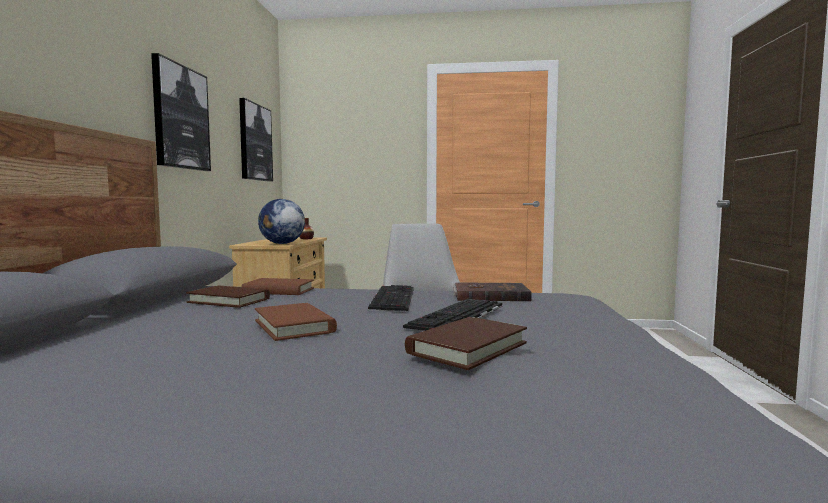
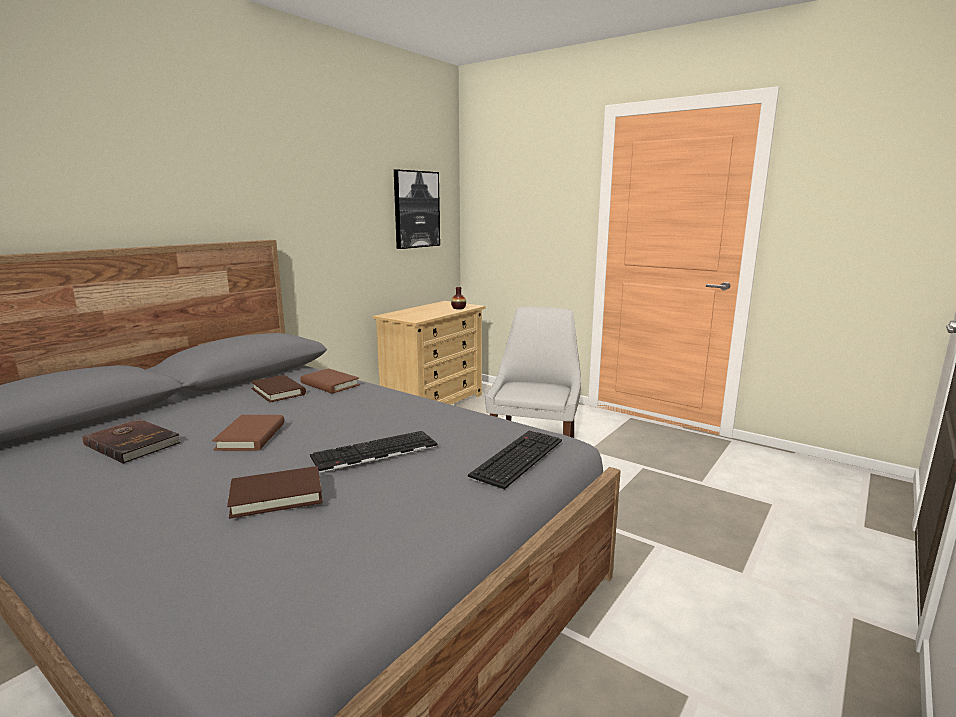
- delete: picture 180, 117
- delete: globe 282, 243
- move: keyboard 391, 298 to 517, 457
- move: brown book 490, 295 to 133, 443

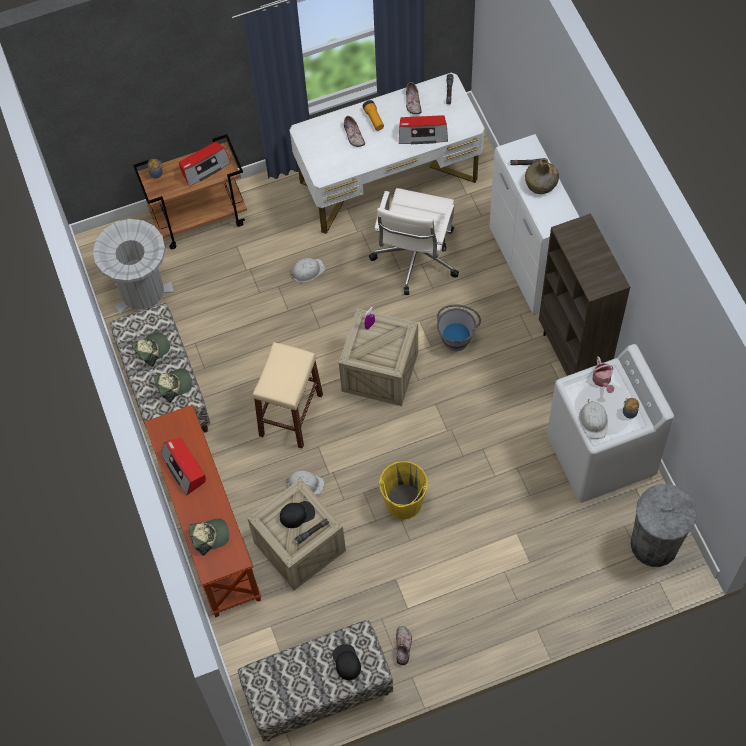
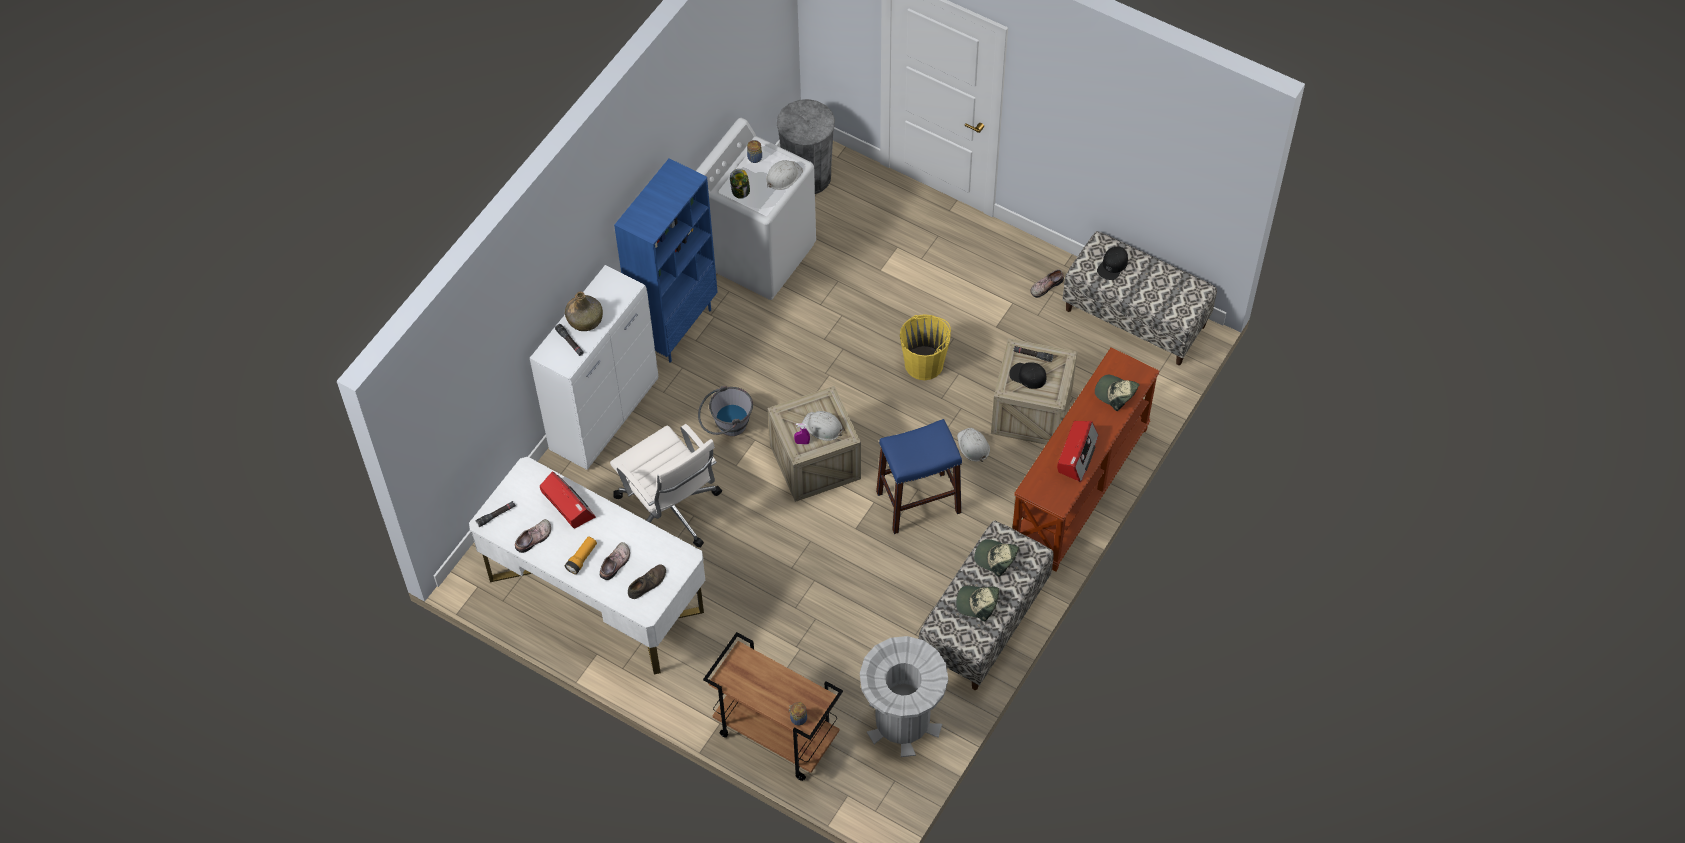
- delete: radio 204, 167
- insert: brown shoe 647, 583
- move: white hard hat 307, 271 to 822, 427
- replace: watering can 602, 381 to jar 740, 191
- recolor: beige stool 291, 415 to blue stool 918, 502
- recolor: brown bookcase 573, 356 to blue bookcase 675, 327
- rotate: white office chair 415, 258 = 670, 512 75 degrees clockwise

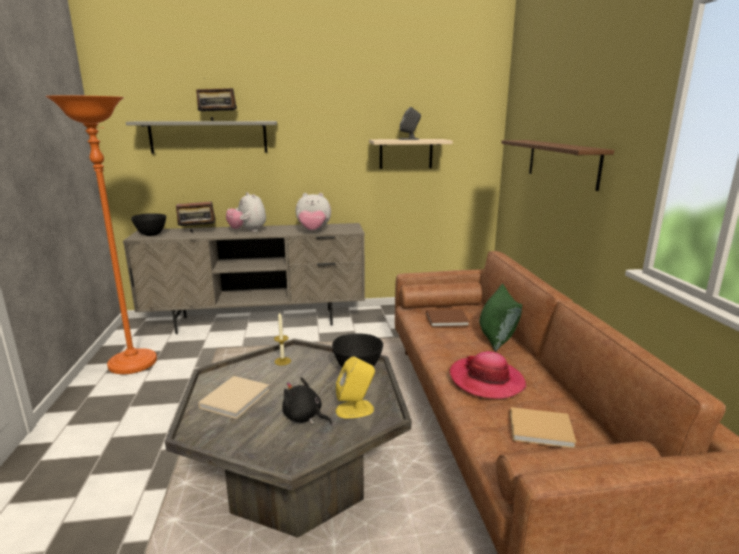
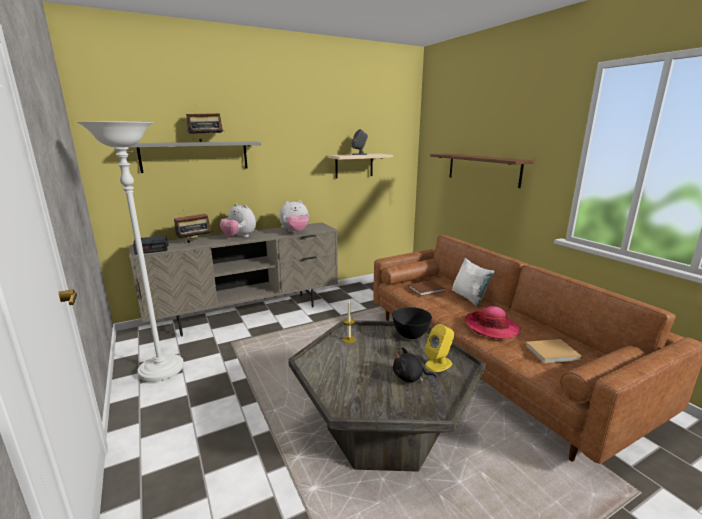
- delete: beige book 236, 398
- replace: black bowl 151, 235 to alarm clock 152, 248
- recolor: orange floor lamp 133, 364 to white floor lamp 161, 370
- recolor: green pillow 496, 338 to white pillow 469, 297

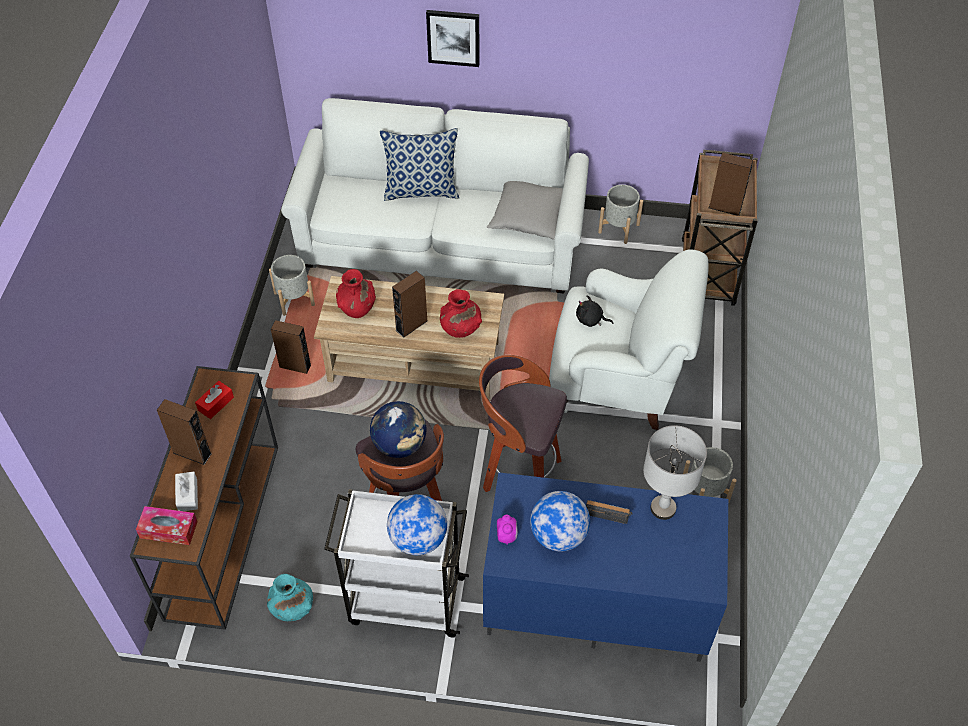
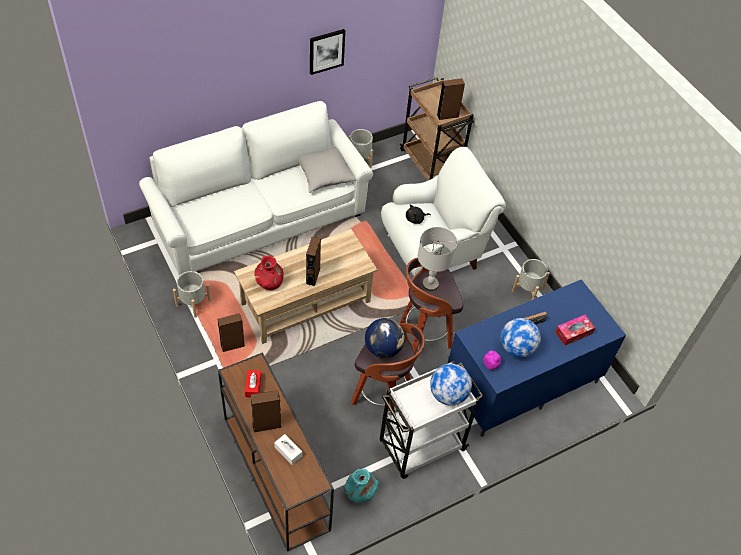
- delete: pillow 421, 191
- delete: red vase 460, 328
- move: tissue box 168, 529 to 573, 333
- move: picture 453, 37 to 326, 51
- move: grey table lamp 663, 508 to 430, 284

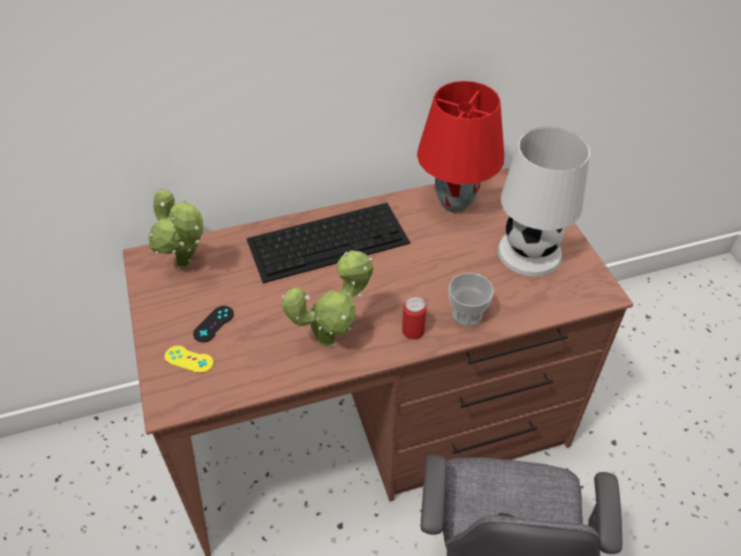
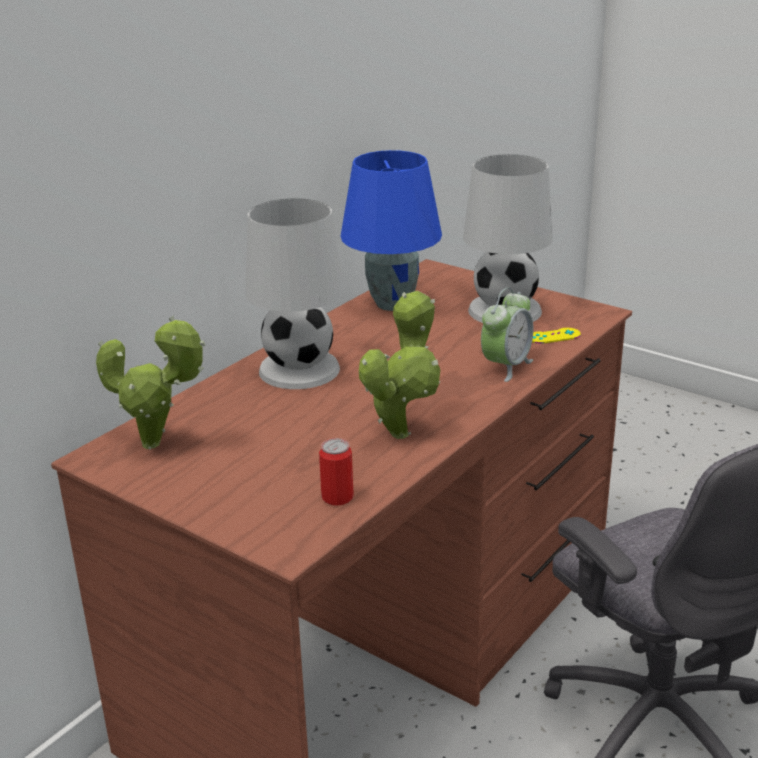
- delete: black game controller 213, 324
- move: yellow game controller 189, 359 to 554, 336
- move: can 413, 331 to 337, 497
- replace: keyboard 329, 240 to white table lamp 299, 369
- replace: cup 467, 314 to alarm clock 506, 366
- recolor: red table lamp 455, 203 to blue table lamp 392, 303

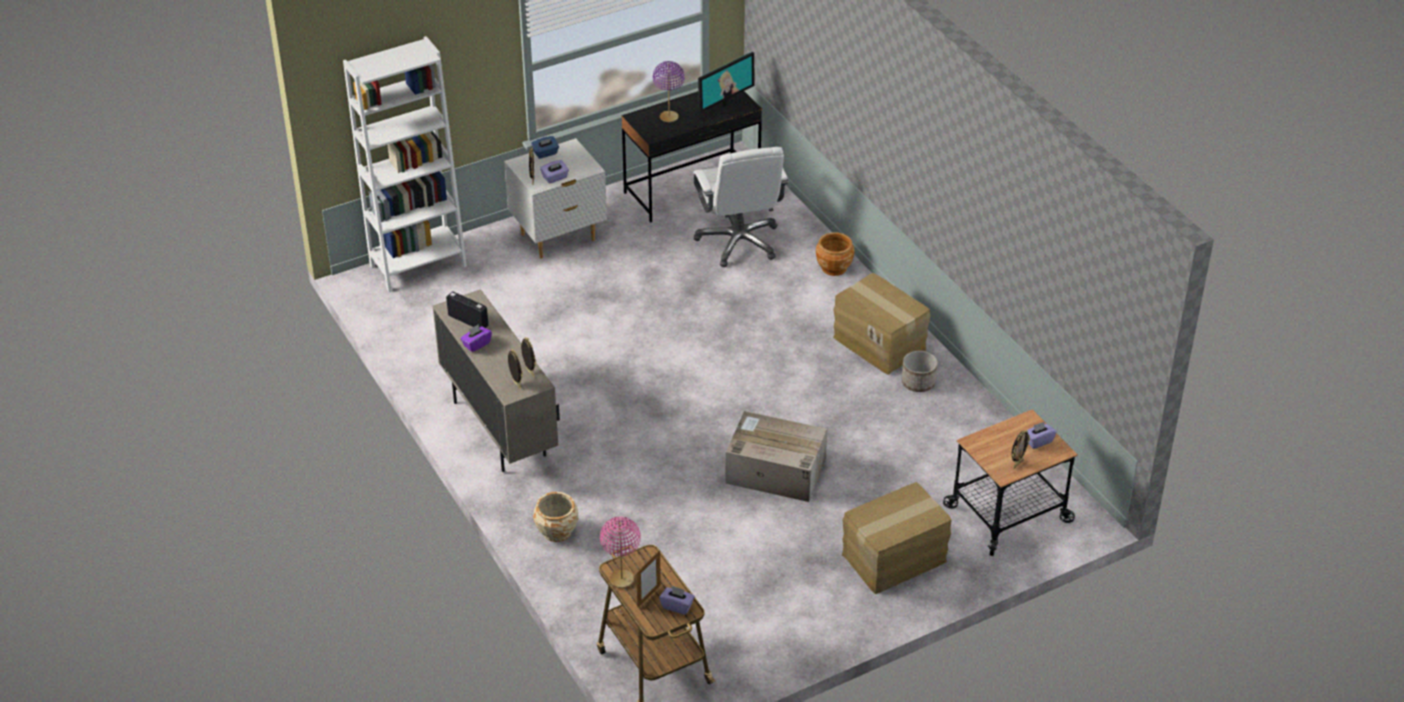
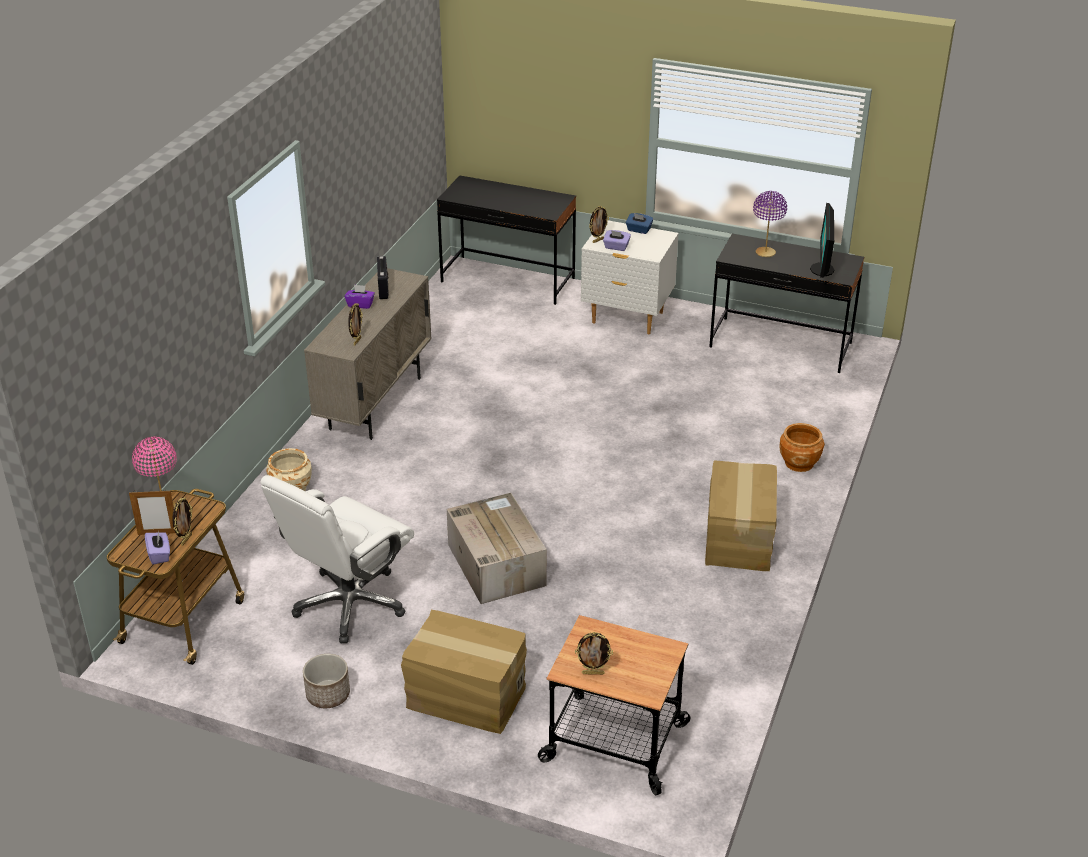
- delete: purple tissue box 1038, 441
- move: picture frame 516, 384 to 186, 539
- move: white office chair 739, 242 to 349, 604
- move: planter 918, 383 to 328, 695
- replace: white bookcase 418, 266 to black desk 508, 280
- rotate: monitor 725, 107 = 822, 269 90 degrees clockwise

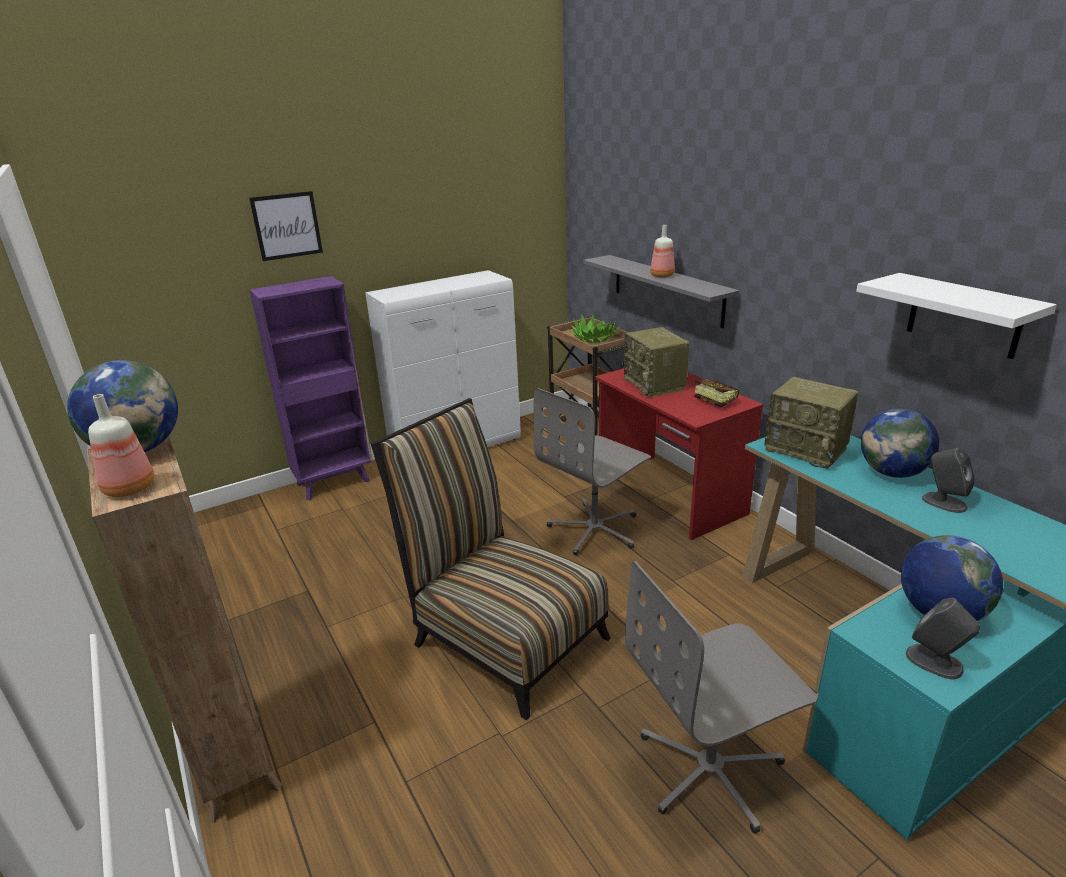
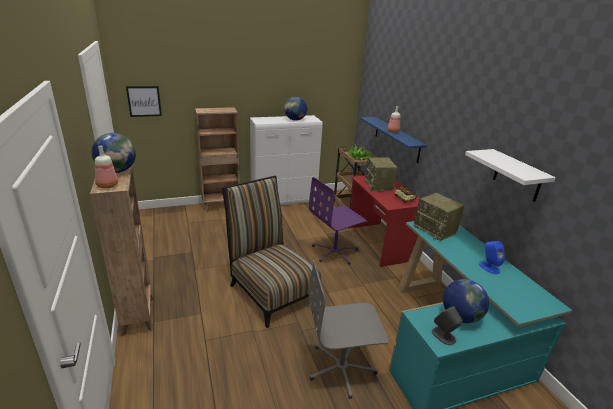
- move: picture 287, 226 to 144, 101
- move: globe 892, 473 to 295, 120
- recolor: purple bookcase 335, 482 to brown bookcase 221, 206
- recolor: grey office chair 595, 529 to purple office chair 335, 252
- recolor: grey shelf 666, 289 to blue shelf 396, 139
- recolor: grey speaker 943, 502 to blue speaker 489, 267

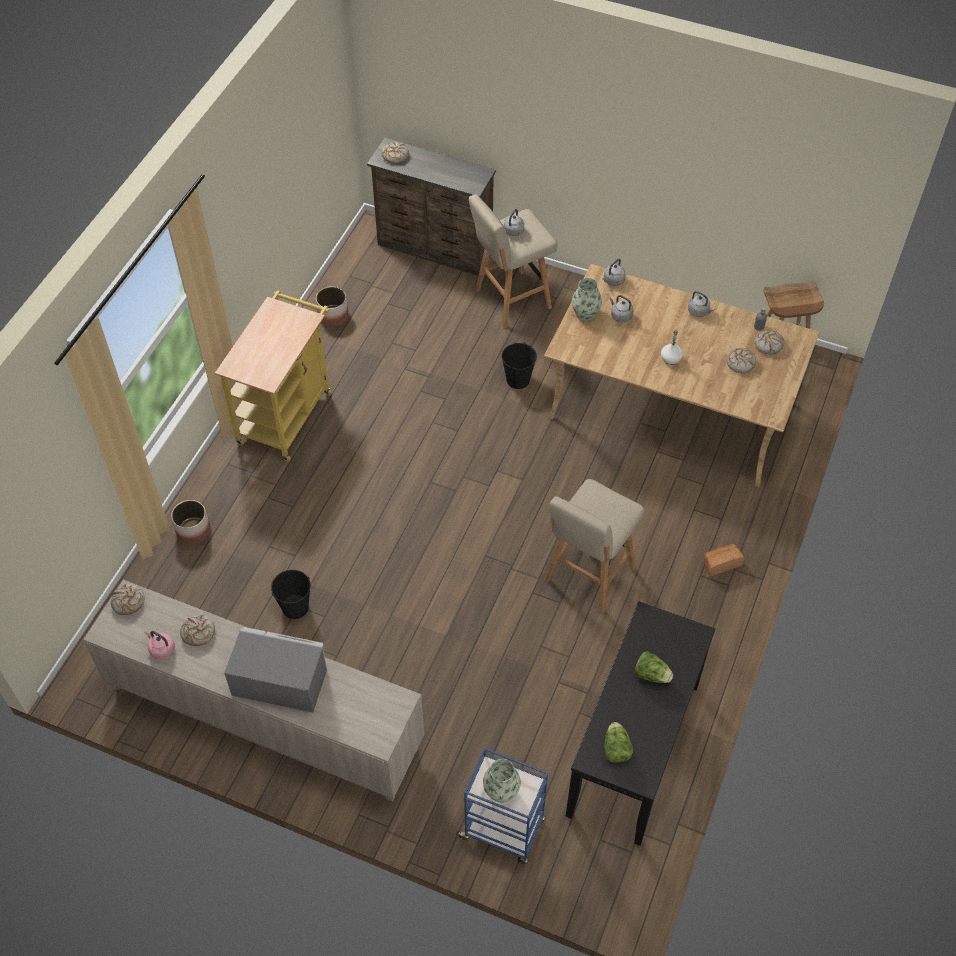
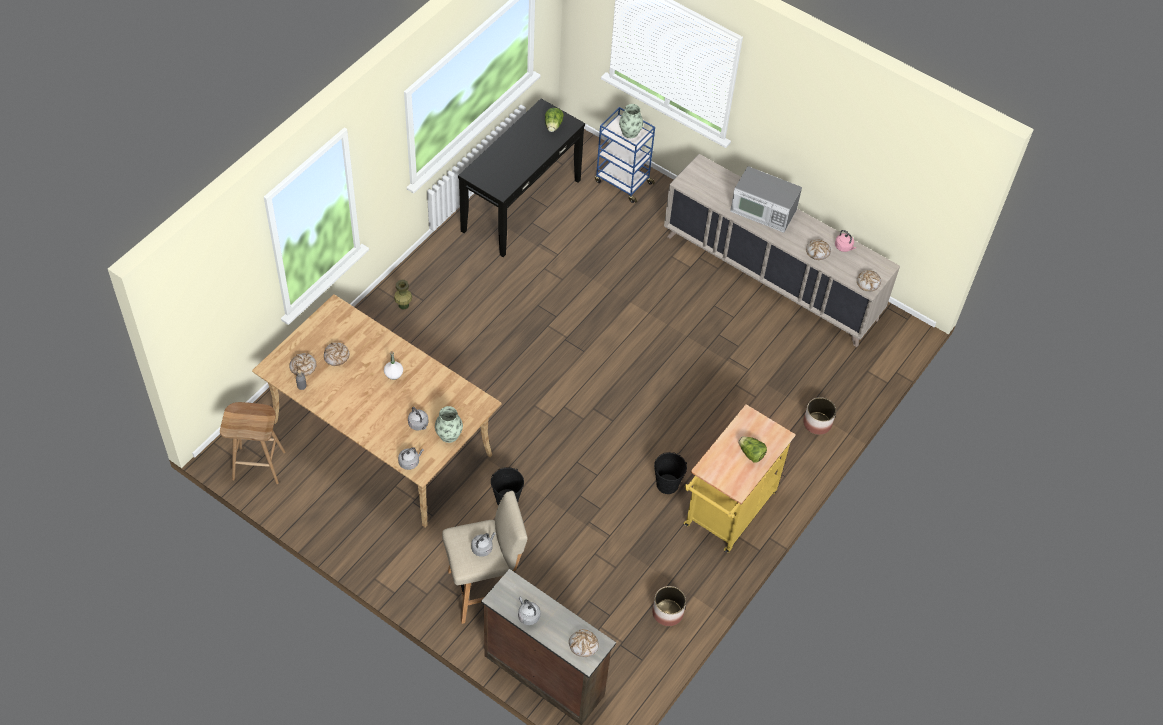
- delete: beige stool 588, 576
- move: black bucket 295, 607 to 667, 484
- move: lettuce 651, 674 to 751, 454
- move: grey kettle 699, 312 to 528, 615
- replace: bread 720, 563 to green vase 403, 305

